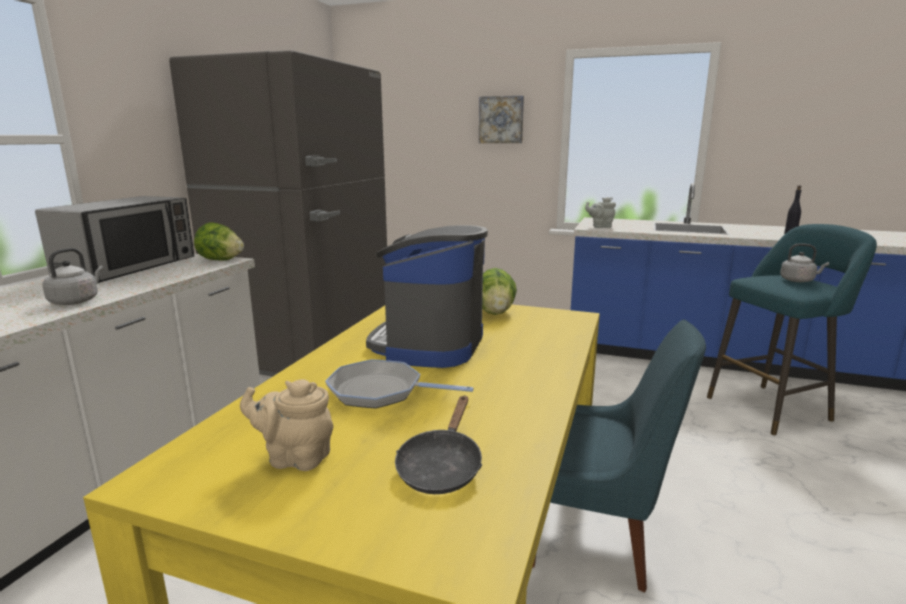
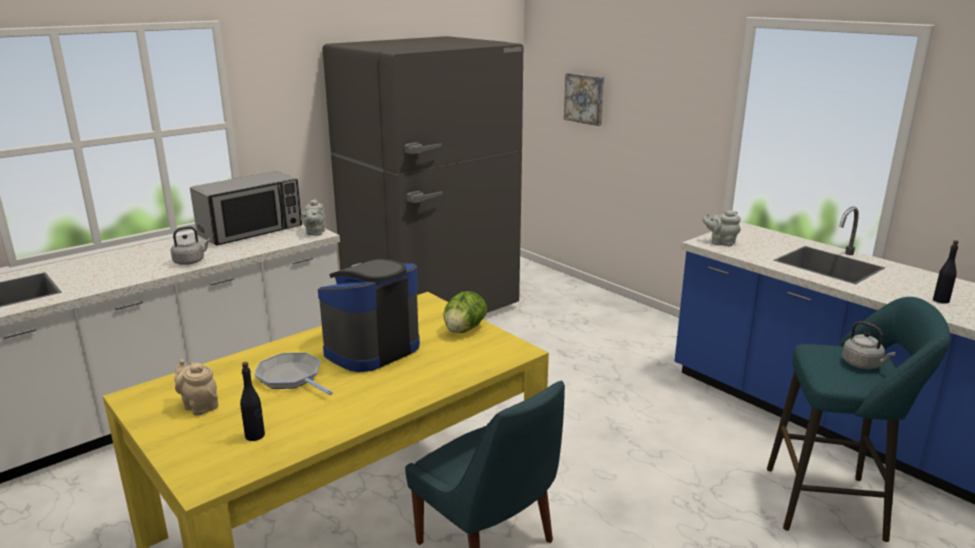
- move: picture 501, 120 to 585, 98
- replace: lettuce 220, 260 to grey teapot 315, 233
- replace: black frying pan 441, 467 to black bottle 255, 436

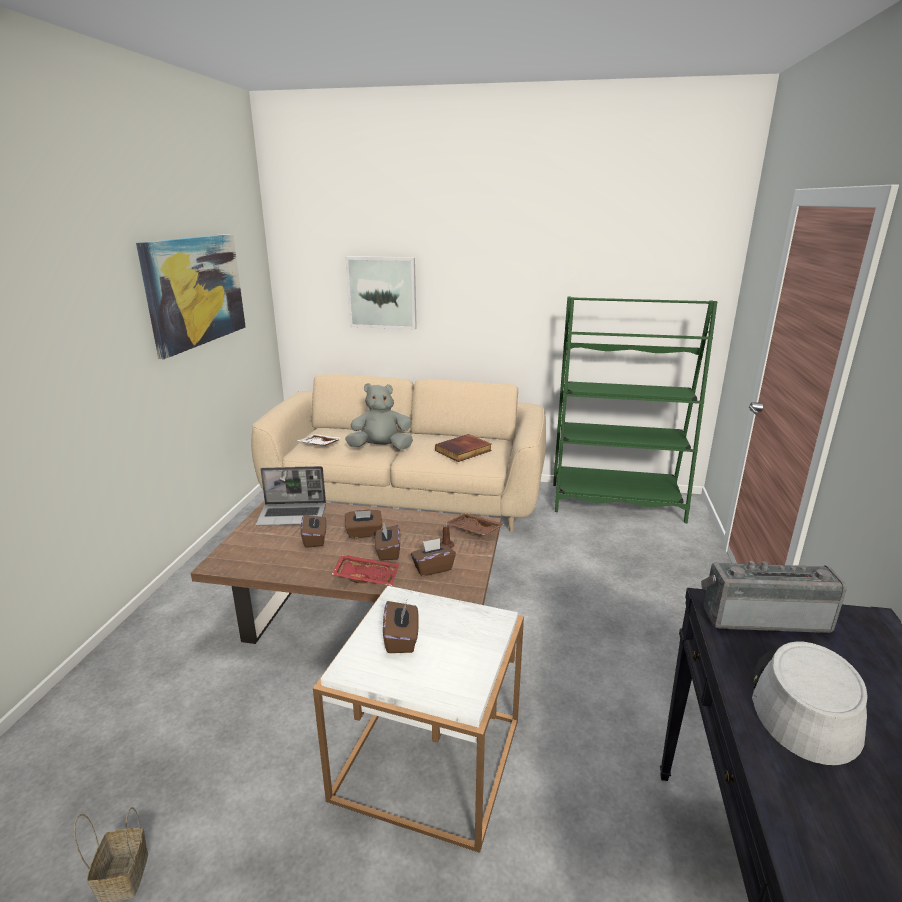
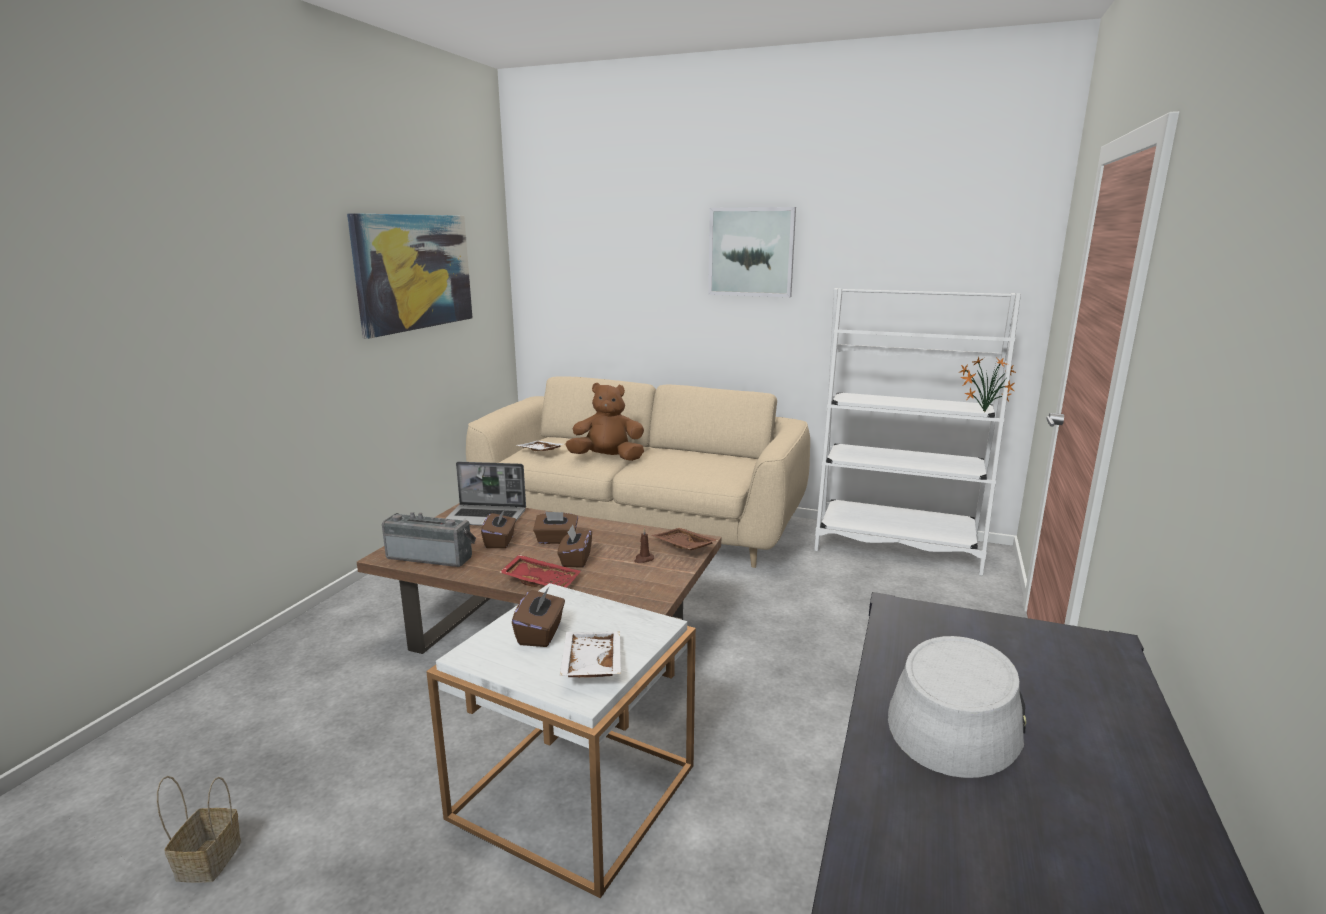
- delete: brown tissue box 433, 568
- delete: book 463, 451
- insert: white tray 590, 664
- insert: potted plant 982, 412
- move: picture 382, 292 to 751, 252
- move: radio 763, 616 to 432, 556
- recolor: grey plush toy 381, 448 to brown plush toy 607, 458
- recolor: green bookcase 616, 503 to white bookcase 896, 547

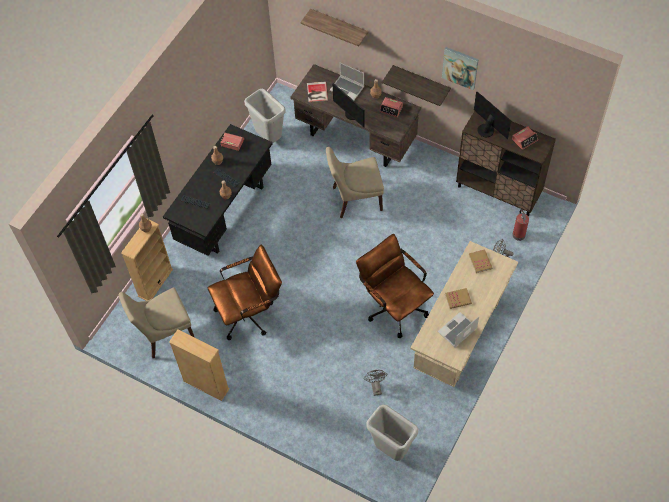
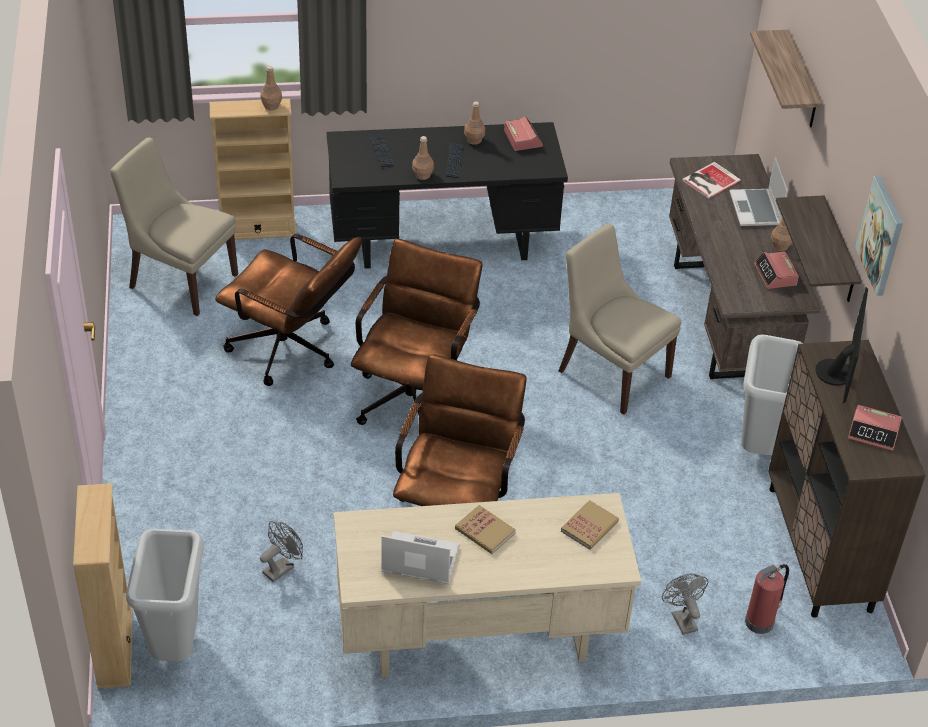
- delete: monitor 351, 114
- insert: brown office chair 414, 395
- move: beige bookcase 206, 385 to 114, 647
- move: grey trash can 268, 138 to 757, 445

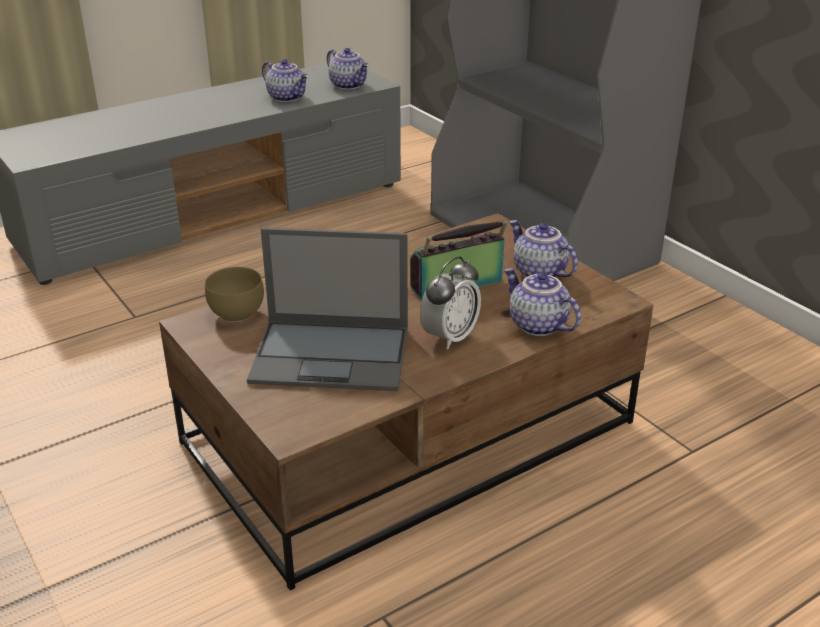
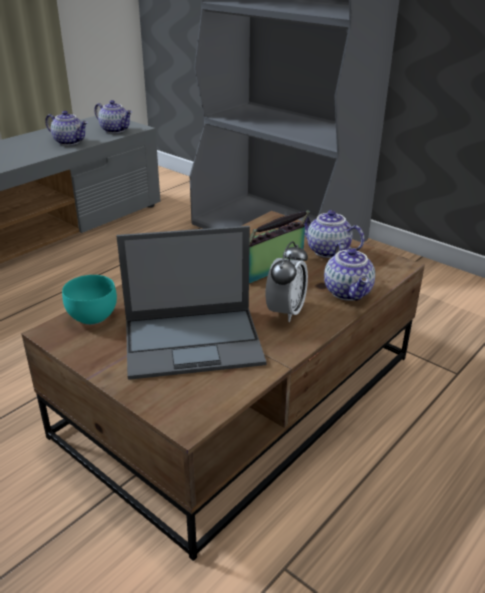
- recolor: brown bowl 235, 313 to turquoise bowl 91, 317
- rotate: teapot 536, 325 = 349, 292 135 degrees counterclockwise

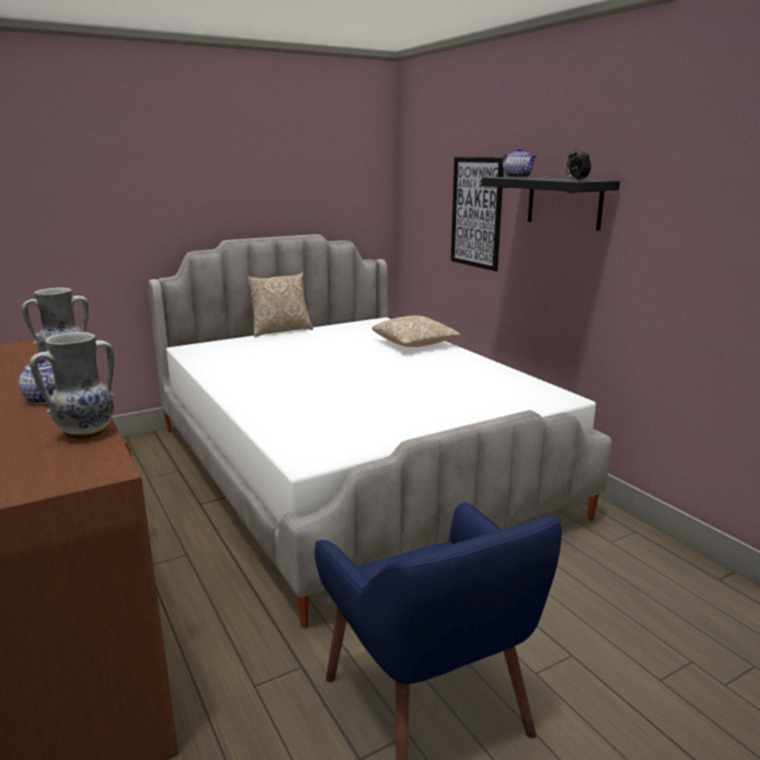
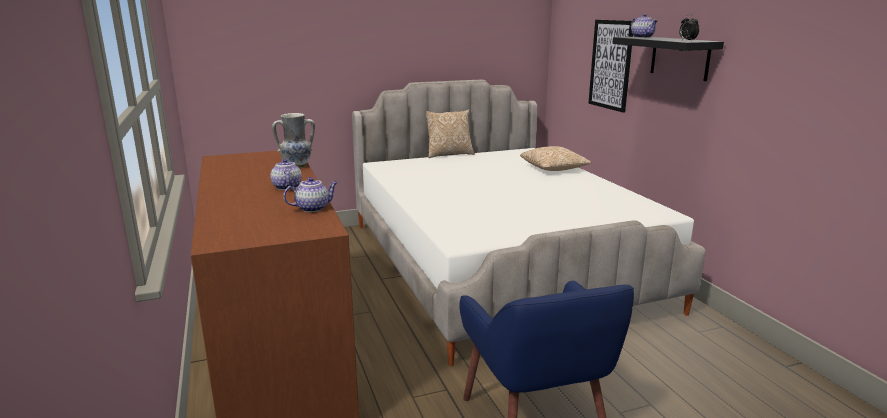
- replace: vase 86, 433 to teapot 313, 208

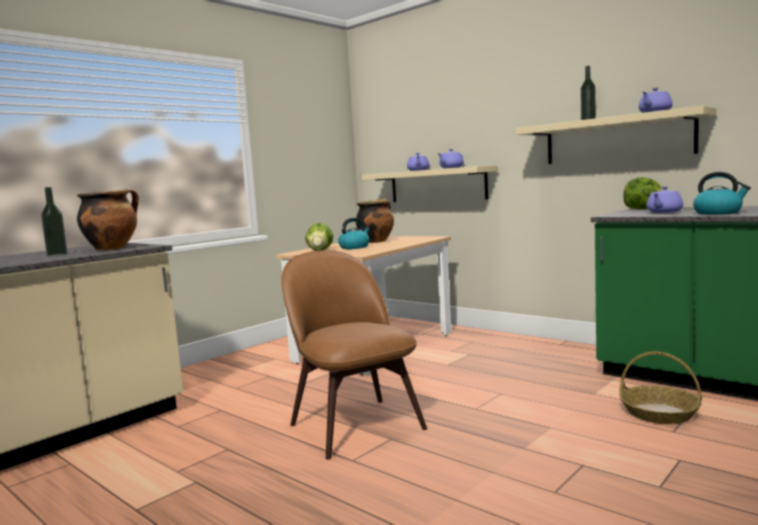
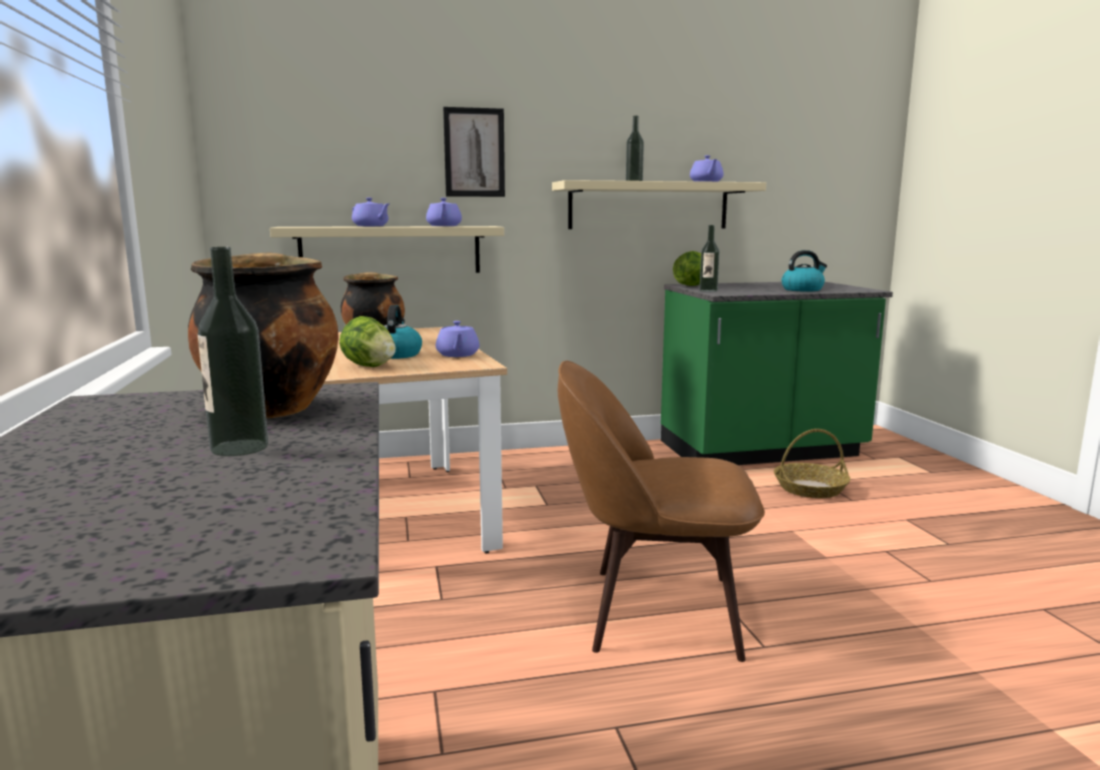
- insert: picture 474, 152
- insert: bottle 708, 291
- move: purple teapot 664, 212 to 457, 355

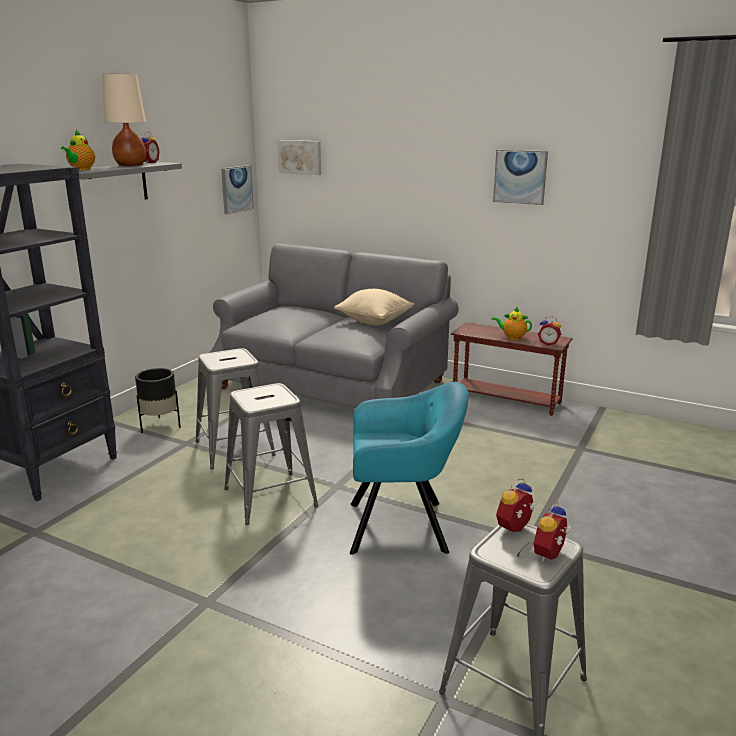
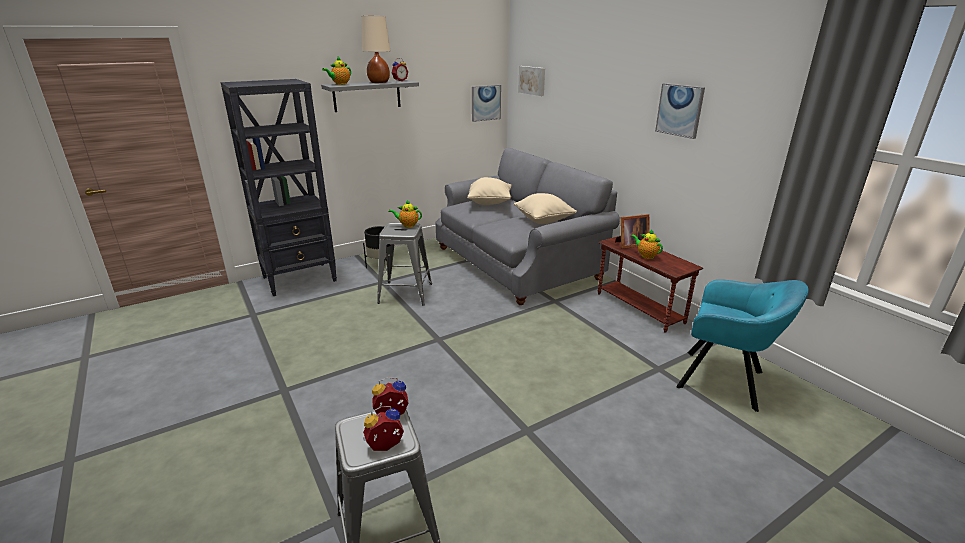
- delete: grey stool 270, 497
- delete: alarm clock 548, 343
- insert: teapot 407, 225
- insert: beige pillow 490, 203
- insert: picture frame 630, 244
- move: turquoise armchair 403, 527 to 725, 380

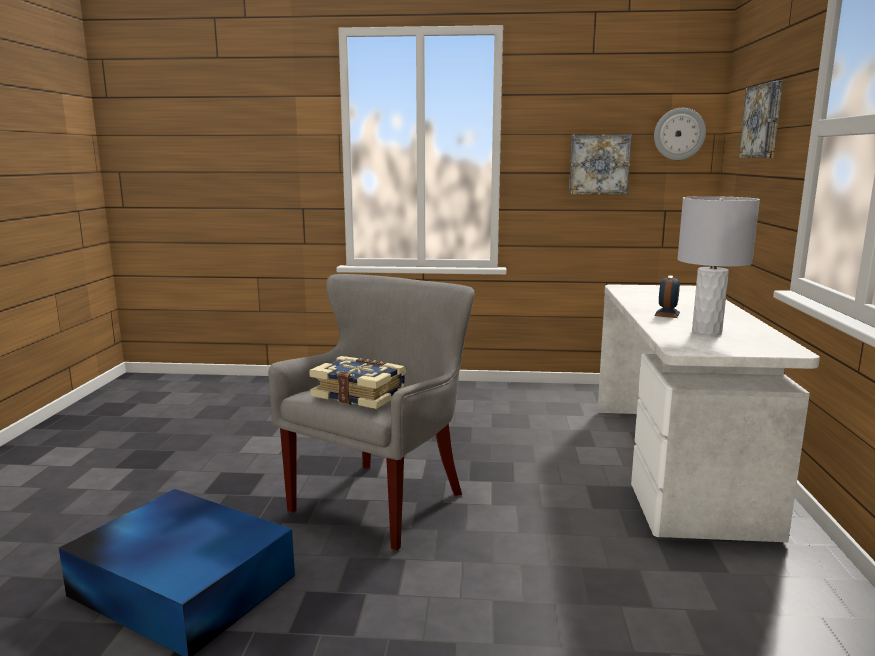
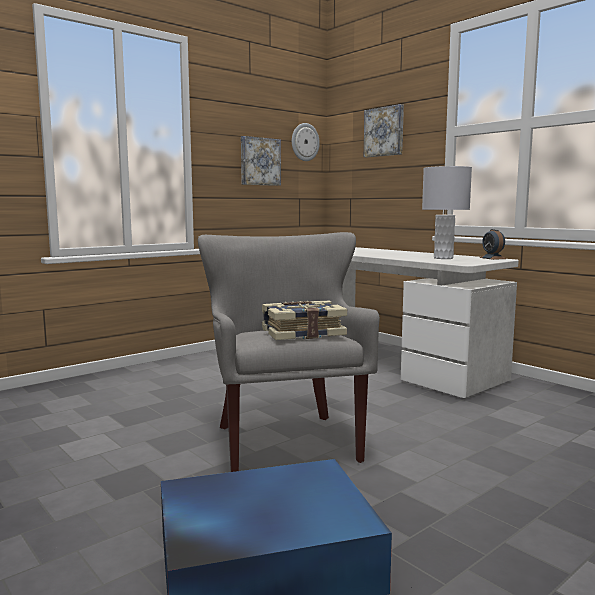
- move: alarm clock 667, 314 to 492, 258

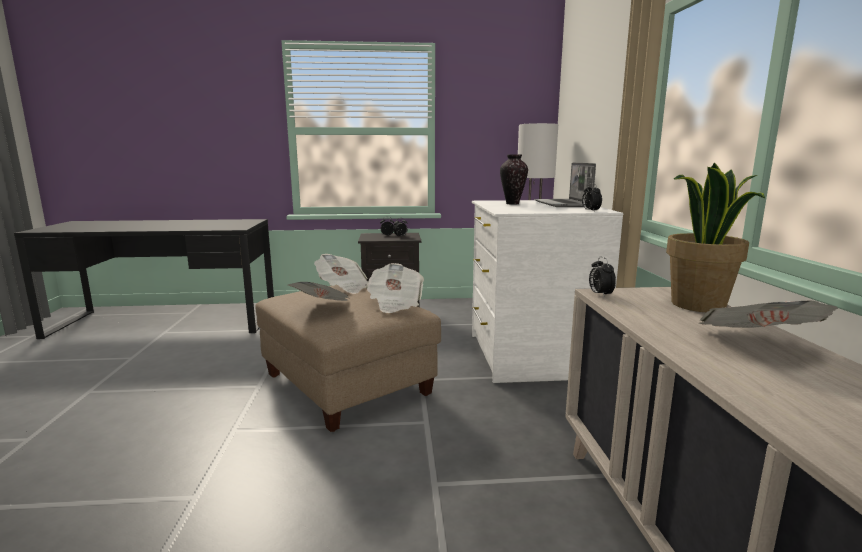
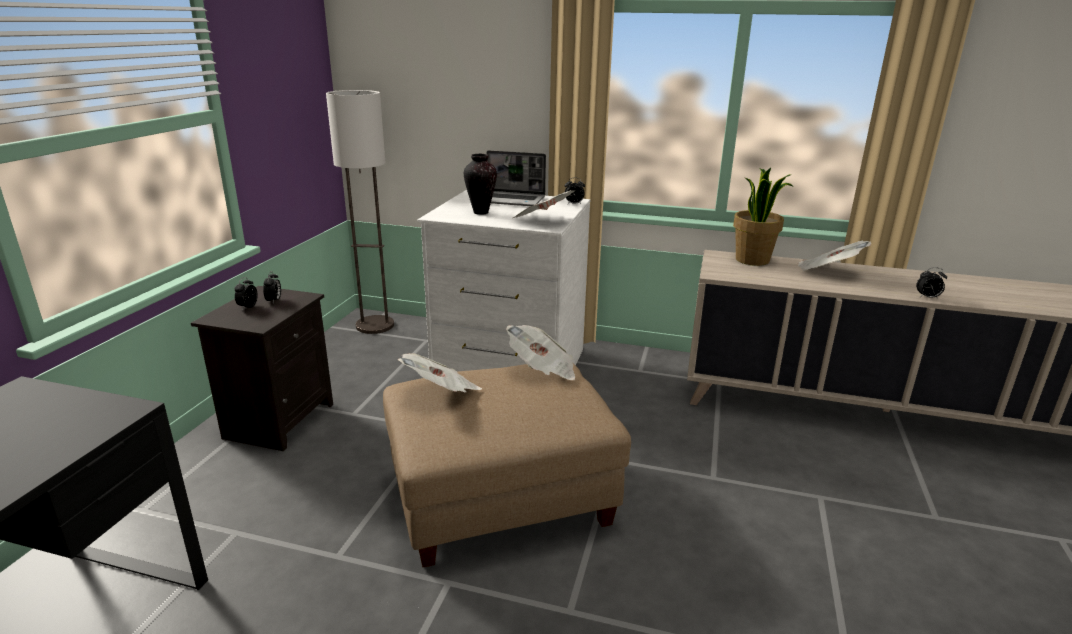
- move: newspaper 323, 308 to 542, 221
- move: alarm clock 600, 295 to 927, 297

